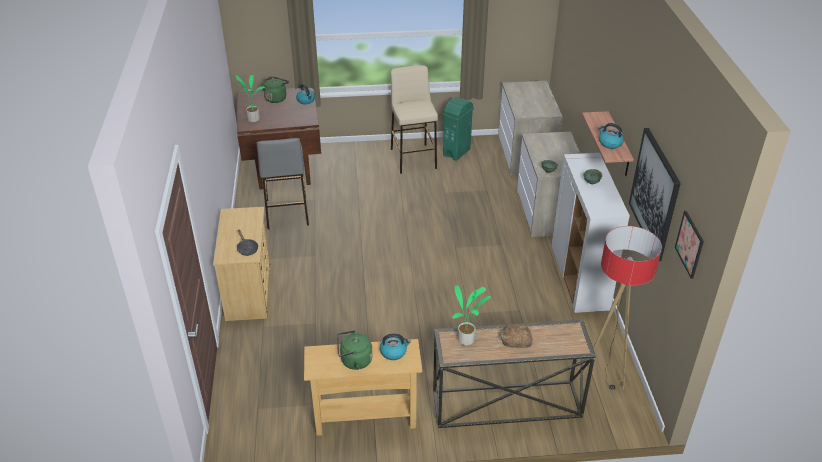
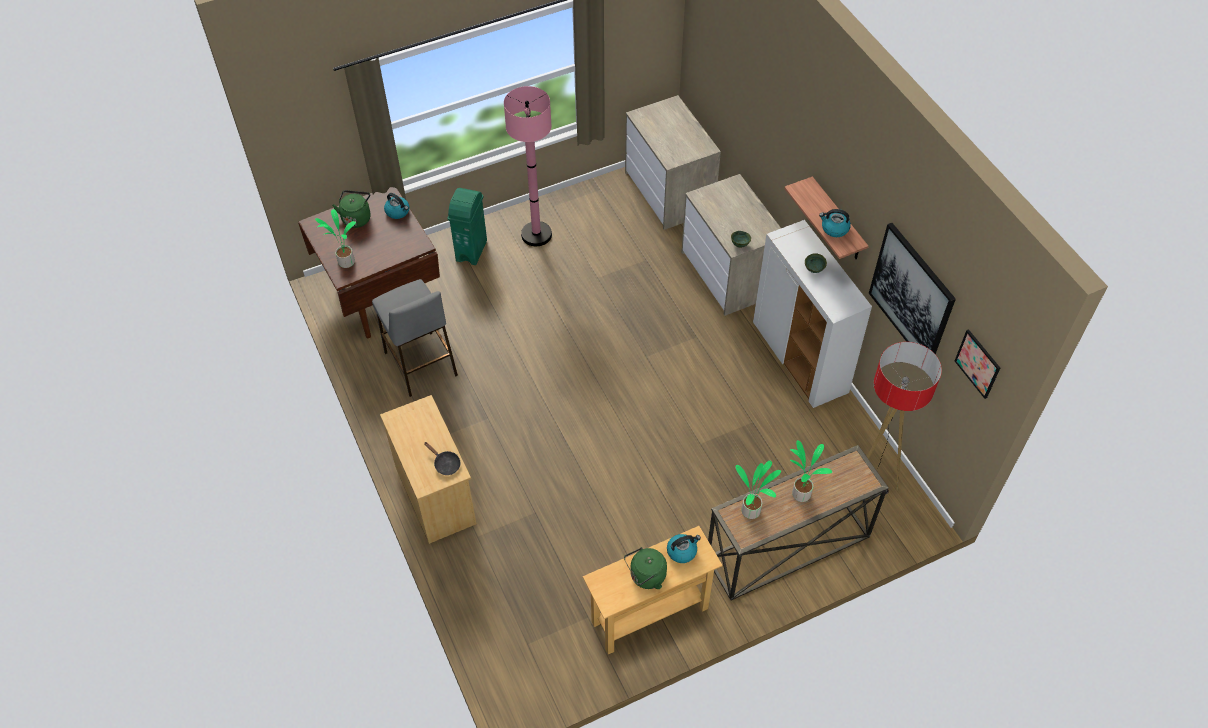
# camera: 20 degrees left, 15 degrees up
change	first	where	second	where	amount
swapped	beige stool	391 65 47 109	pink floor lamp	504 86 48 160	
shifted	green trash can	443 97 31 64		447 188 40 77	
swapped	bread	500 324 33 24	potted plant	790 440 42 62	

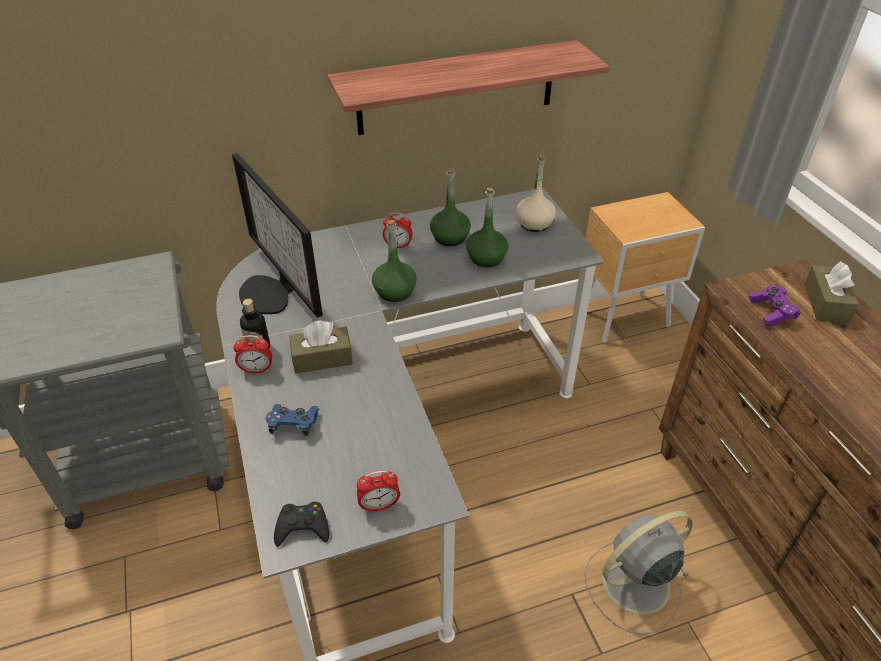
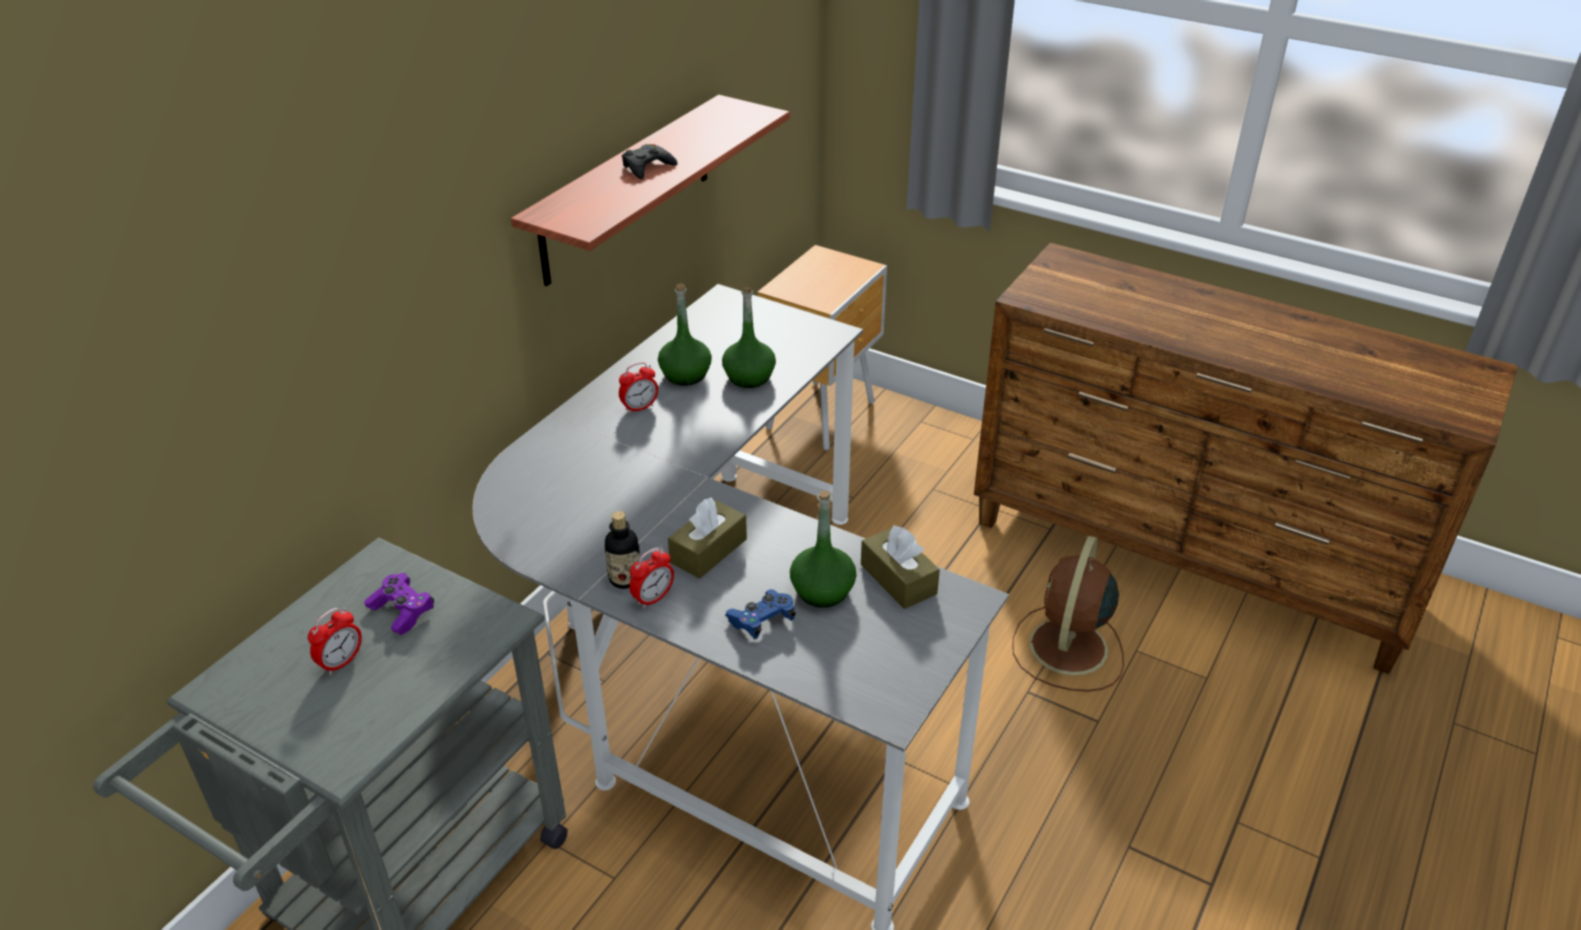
# camera: 40 degrees left, 5 degrees down
change	first	where	second	where	amount
gone	monitor	232 153 91 165			
shifted	black game controller	274 502 55 45		622 144 55 35	
shifted	alarm clock	356 471 44 42		308 608 54 67	
shifted	green bottle	372 220 45 82		790 490 67 118	
gone	beige bottle	516 155 40 77			
repainted	grey fan	584 511 109 124	brown fan	1012 536 112 156	
shifted	purple game controller	748 285 53 41		364 573 70 62	
shifted	brown tissue box	804 261 55 63		861 525 79 84	

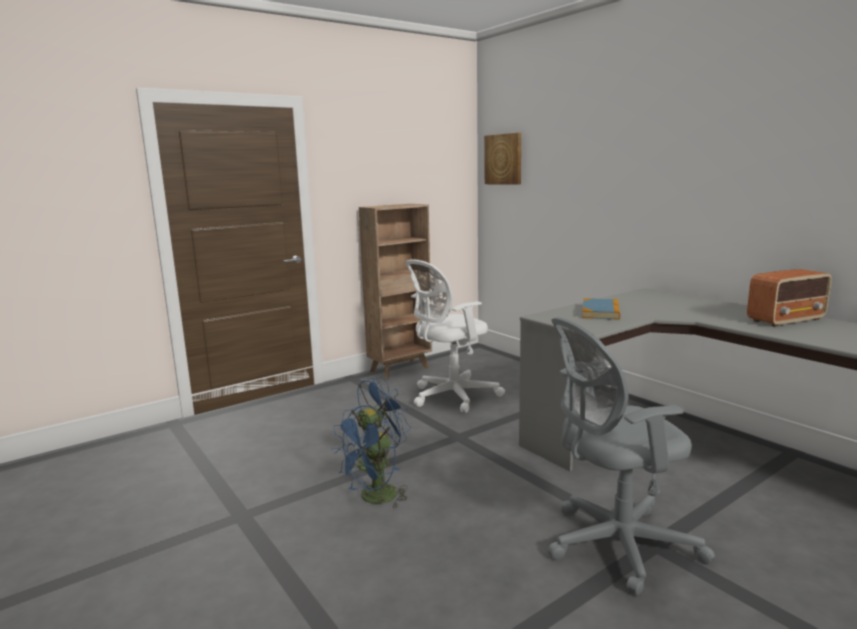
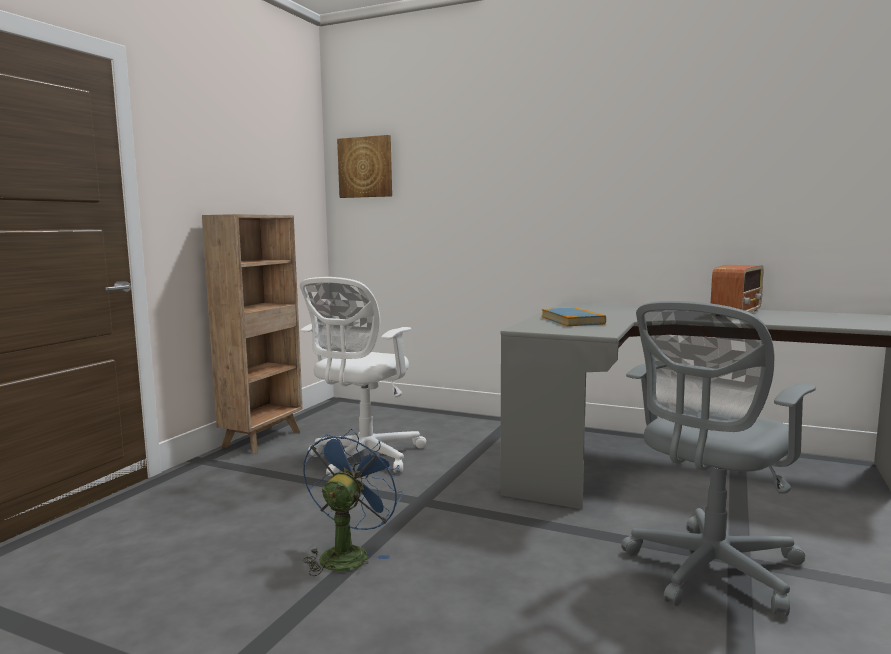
# camera: 30 degrees left, 5 degrees down
change	first	where	second	where	amount
gone	blue fan	332 405 76 104			

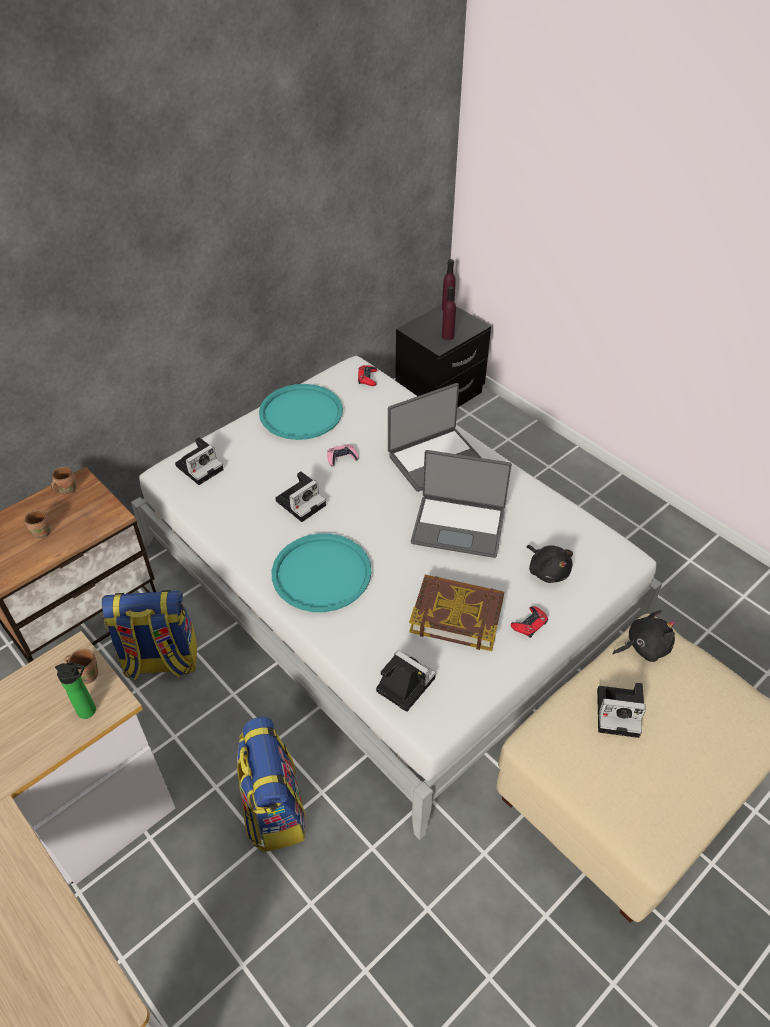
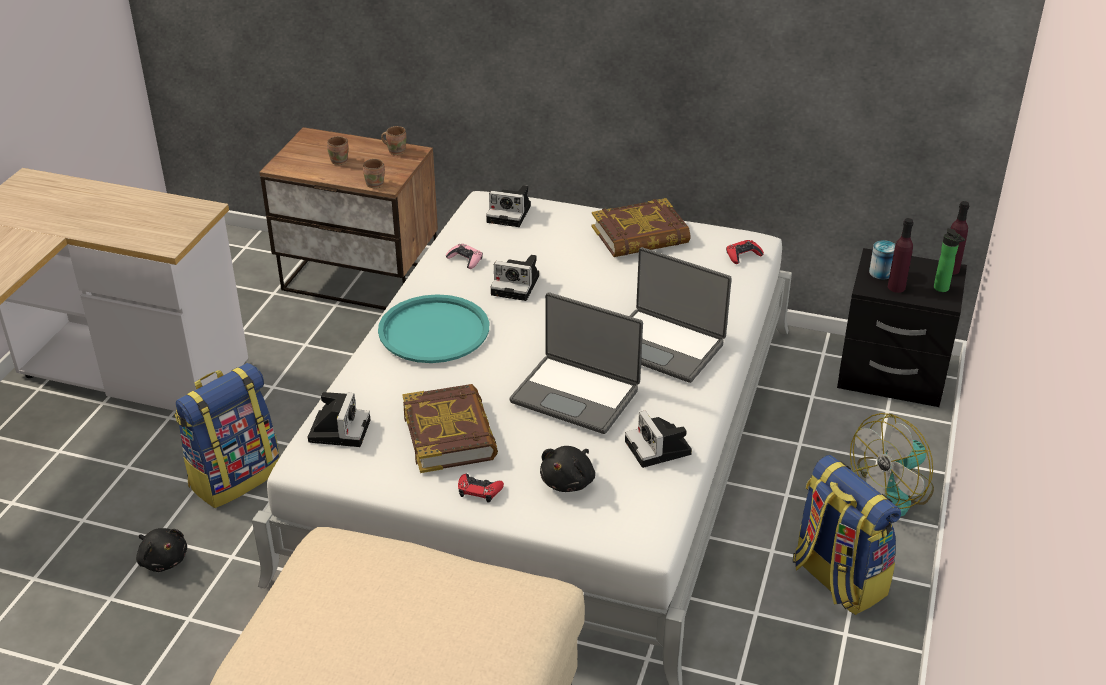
# camera: 60 degrees right, 10 degrees down
change	first	where	second	where	amount
shifted	bottle	55 663 41 56		934 228 31 64	
shifted	brown mug	65 649 33 35		363 159 22 29	
shifted	backpack	102 590 95 91		793 455 108 160	
swapped	turquoise tray	259 384 84 56	book	592 198 99 59	
shifted	pink game controller	327 444 32 23		446 244 37 25	
rotated	laptop	411 450 101 108		510 292 133 142	45 degrees counterclockwise
shifted	photo camera	597 683 49 55		625 411 67 57	
shifted	black plush toy	612 610 64 52		136 528 51 44	
new			fan	850 413 84 103	
new			can	869 240 27 40	

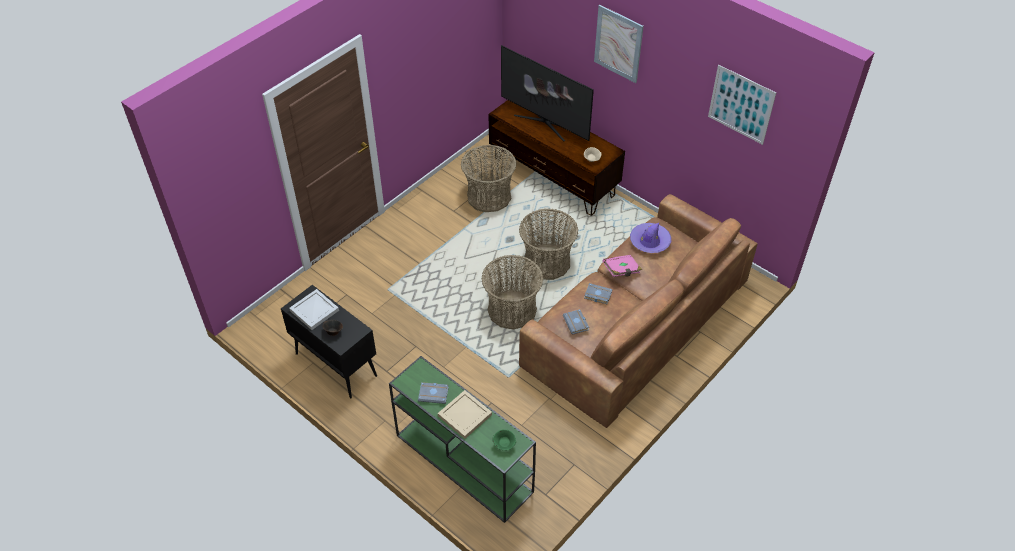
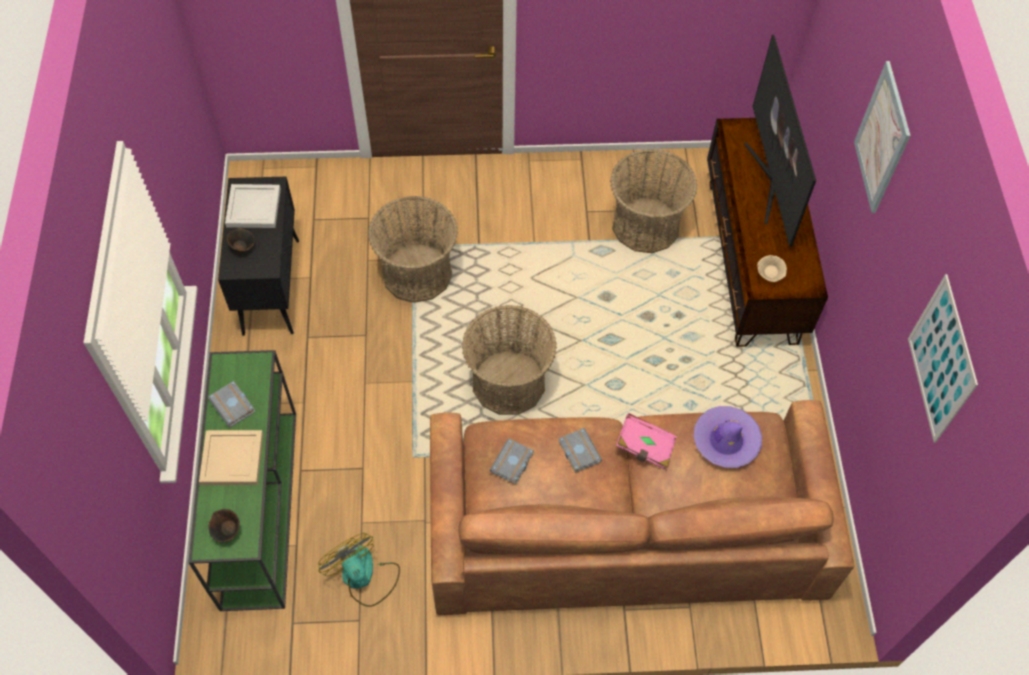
# camera: 45 degrees right, 10 degrees up
change	first	where	second	where	amount
repainted	green bowl	492 429 24 22	brown bowl	209 509 31 34	
shifted	basket	519 208 59 72		368 196 90 107	
new			fan	318 533 82 74	

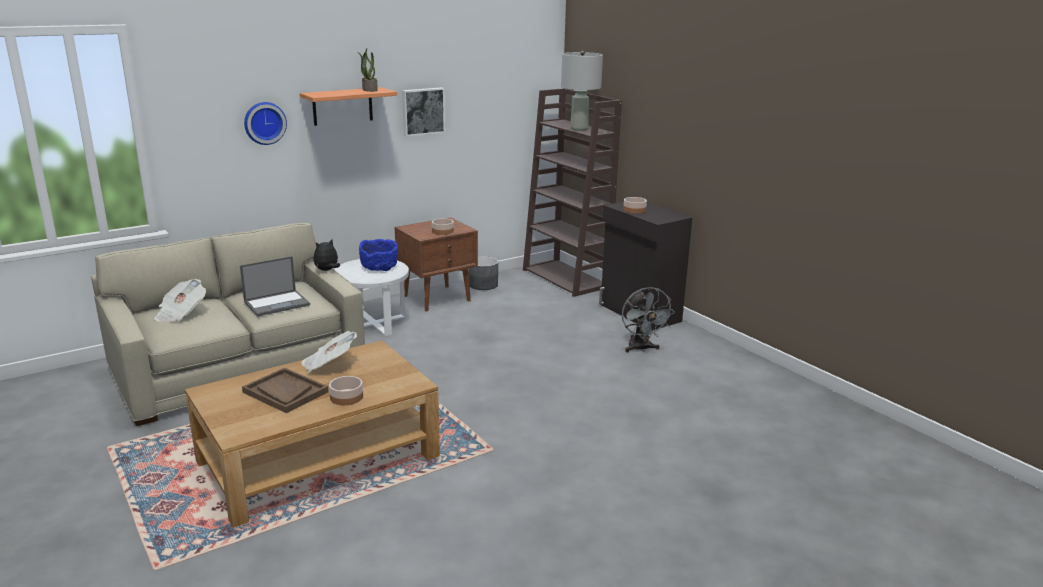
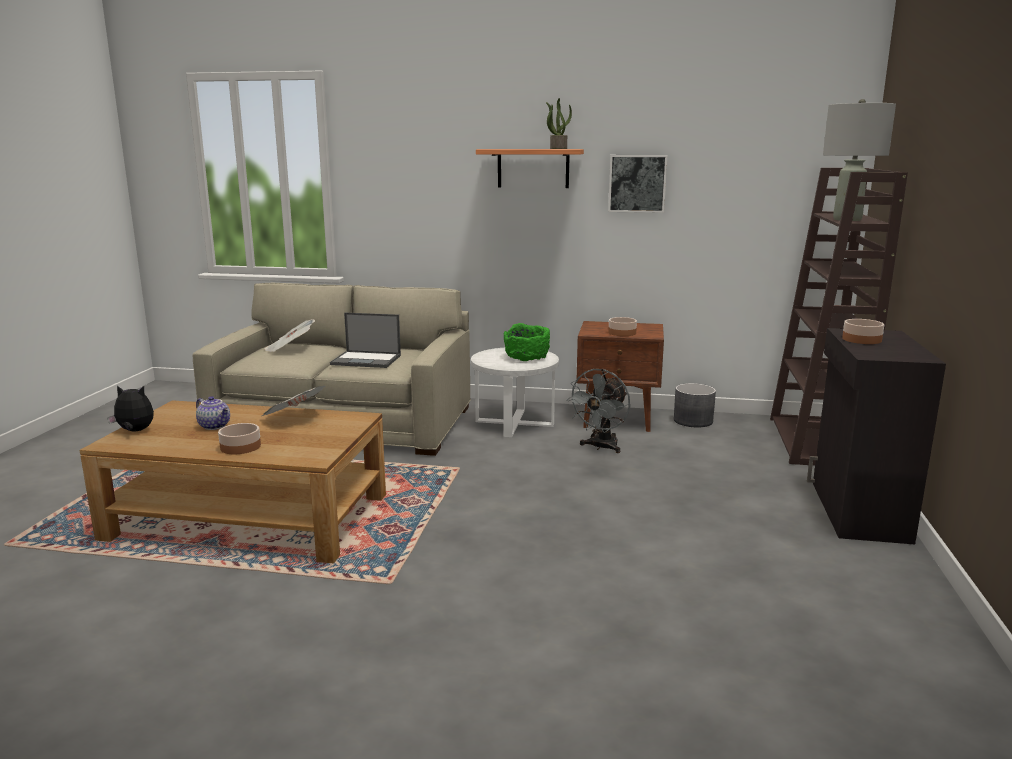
# camera: 45 degrees right, 5 degrees down
change	first	where	second	where	amount
swapped	brown tray	242 368 87 45	teapot	196 396 34 34	
gone	wall clock	244 102 43 43			
shifted	plush toy	313 239 27 32		107 386 47 45	
repainted	blue bowl	359 239 39 32	green bowl	504 323 46 38	
shifted	grey fan	622 287 53 65		566 369 64 84	

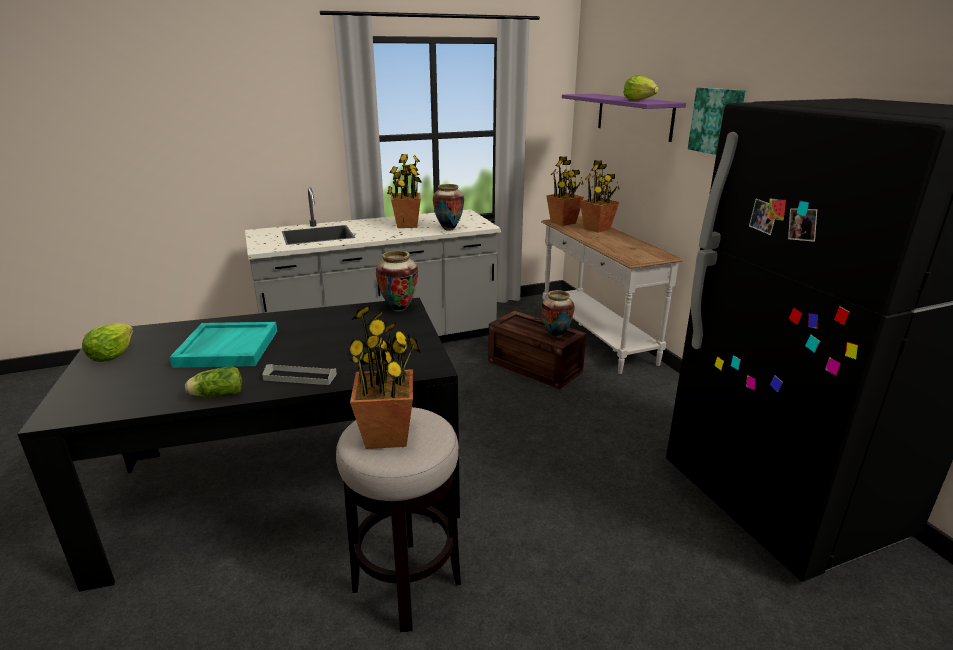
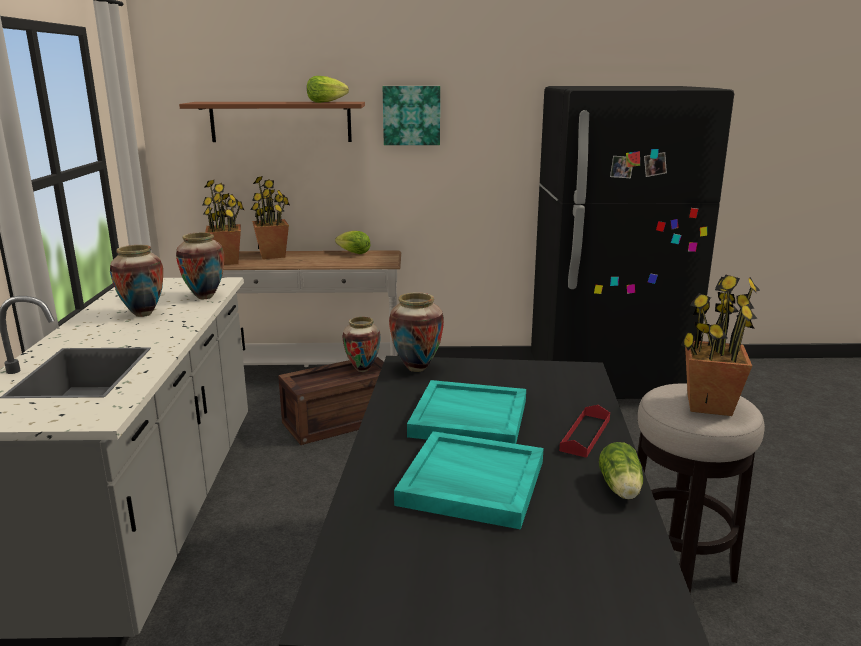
# camera: 70 degrees left, 5 degrees down
change	first	where	second	where	amount
shifted	lettuce	82 323 51 39		335 231 35 23	
repainted	grey tray	262 364 75 21	red tray	559 405 51 53	
swapped	potted plant	387 154 35 74	vase	110 245 53 72	
repainted	purple shelf	562 94 124 48	brown shelf	179 102 186 40	
new			turquoise tray	407 380 119 64	

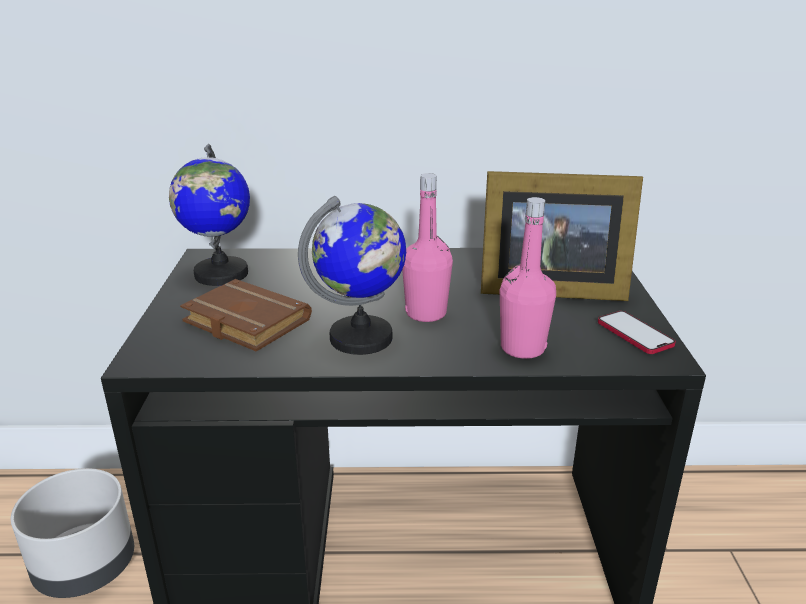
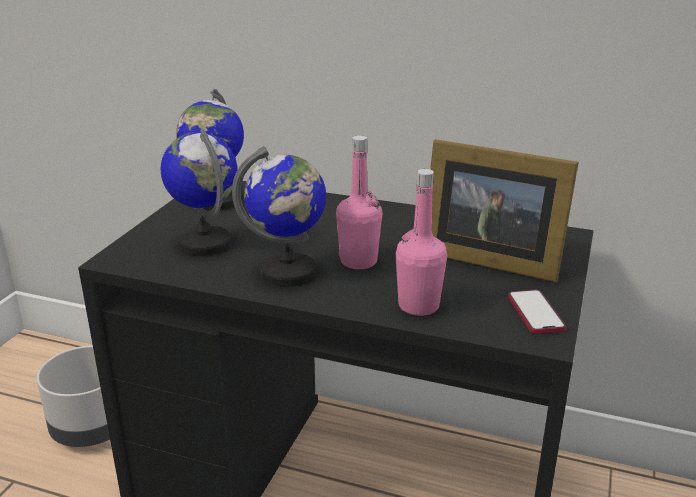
# camera: 20 degrees right, 0 degrees up
change	first	where	second	where	amount
swapped	brown book	180 279 132 73	globe	160 129 78 127	

